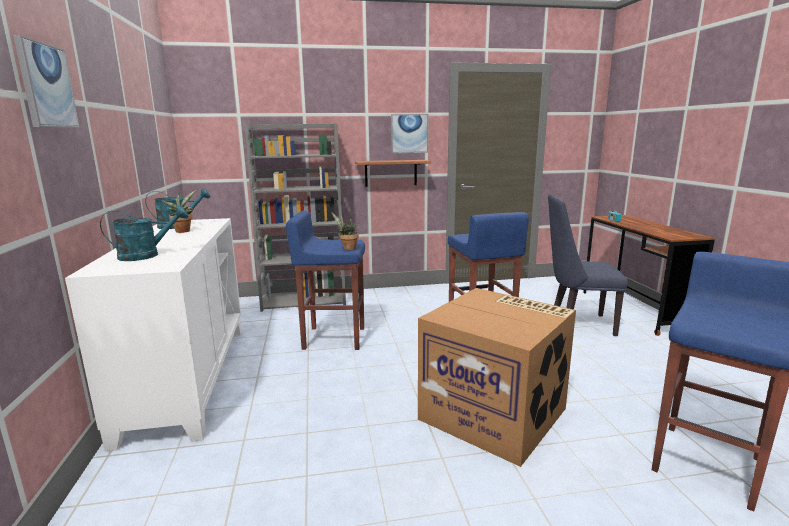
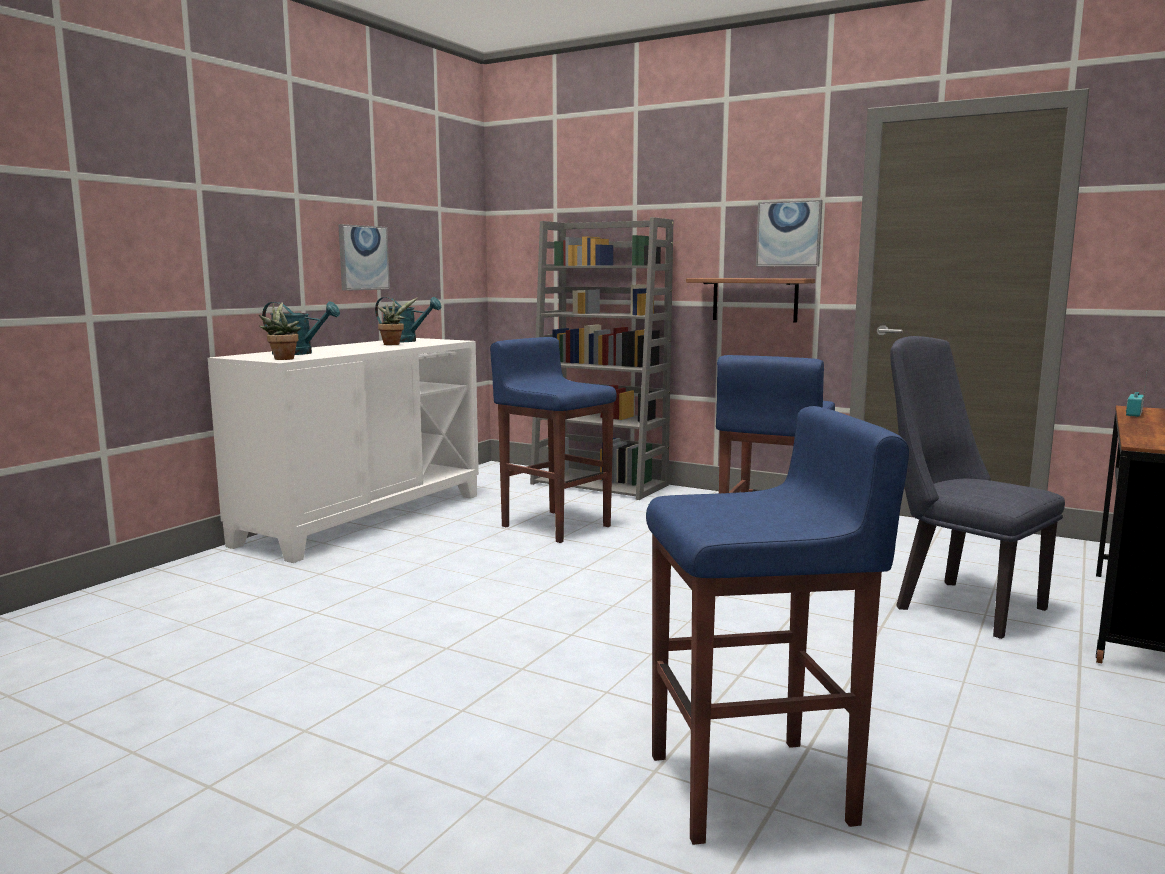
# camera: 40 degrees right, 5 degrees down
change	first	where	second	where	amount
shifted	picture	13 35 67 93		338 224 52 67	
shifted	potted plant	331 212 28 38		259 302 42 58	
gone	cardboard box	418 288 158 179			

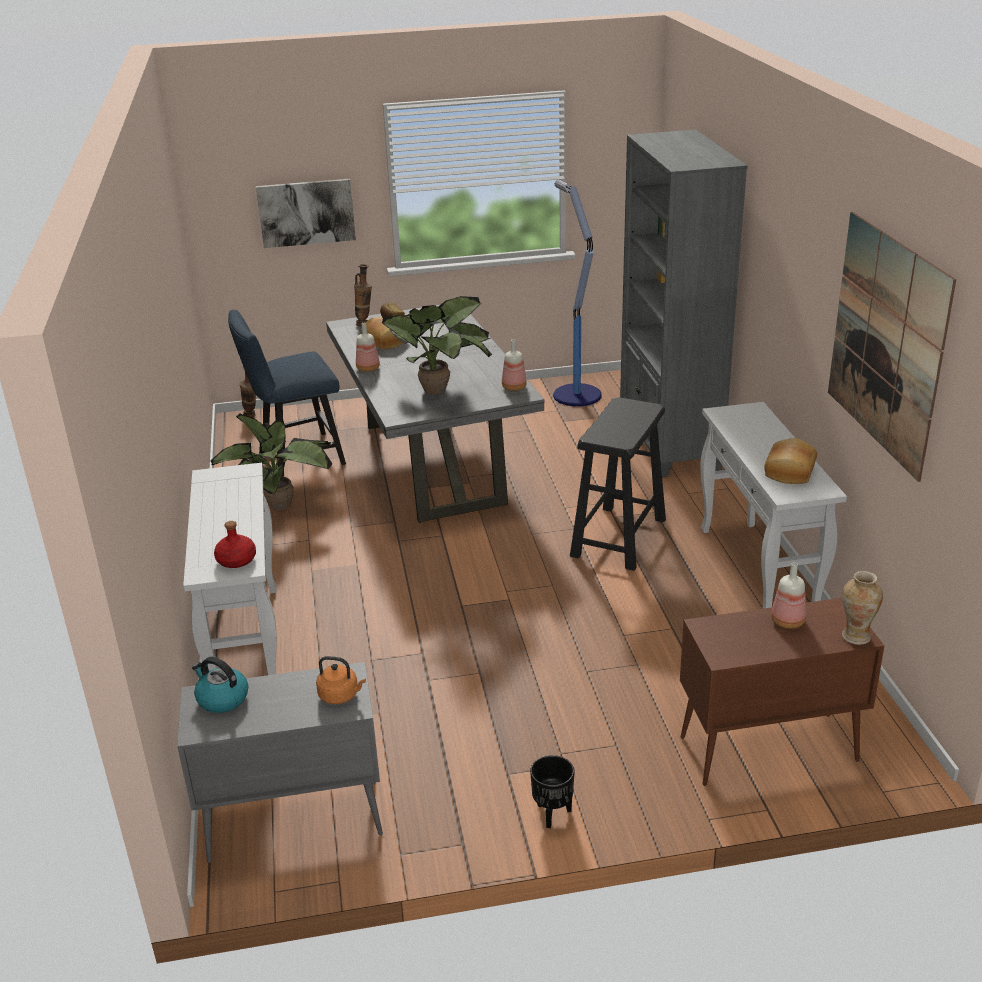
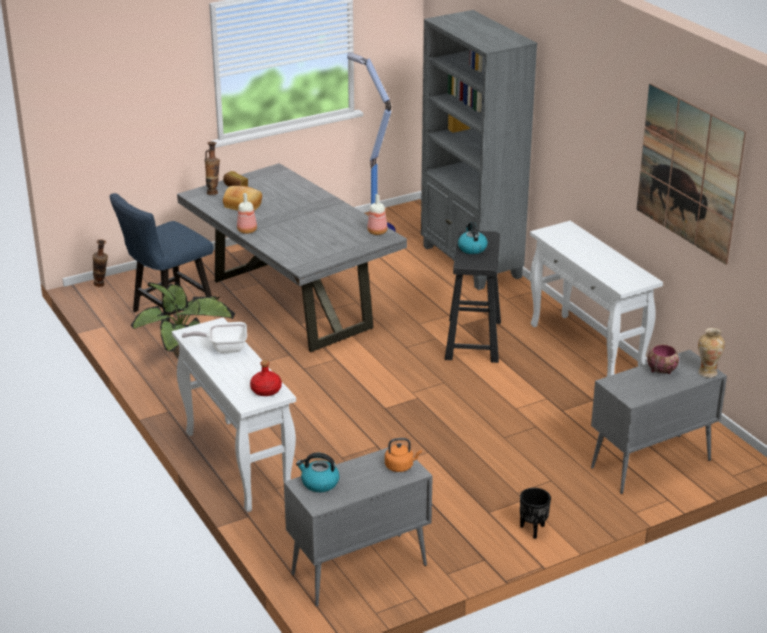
# camera: 20 degrees left, 0 degrees up
change	first	where	second	where	amount
gone	picture	256 179 100 69			
gone	potted plant	382 296 110 98			
repainted	brown cabinet	680 598 204 188	grey cabinet	591 350 136 144	
gone	bread	764 438 53 46			
swapped	bottle	771 562 35 67	bowl	647 344 32 30	
new			frying pan	182 322 65 31	
new			kettle	458 222 30 32	

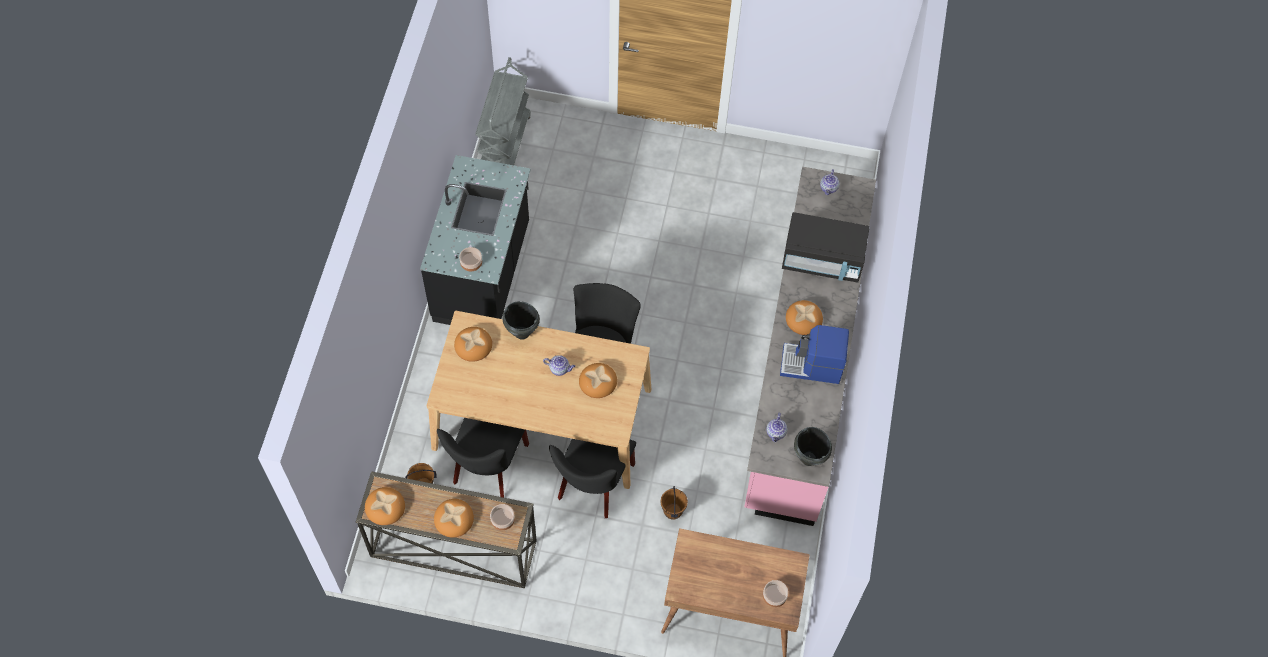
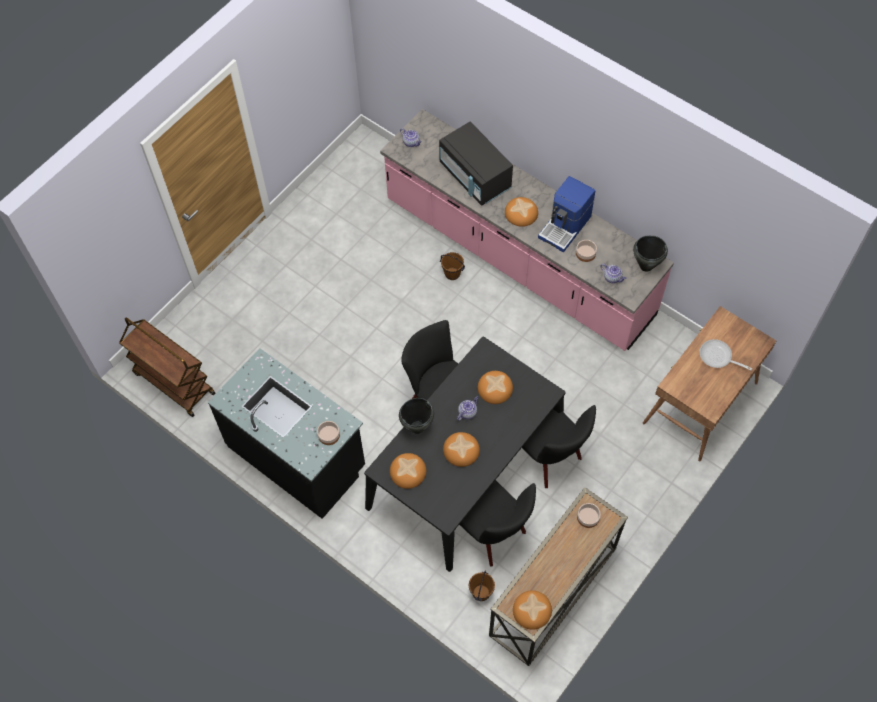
# camera: 60 degrees left, 0 degrees up
change	first	where	second	where	amount
repainted	beige dining table	427 311 224 178	black dining table	364 336 202 236	
shifted	bread	434 499 40 39		443 432 37 35	
repainted	grey cart	475 57 56 108	brown cart	119 317 97 100	
shifted	brown bucket	661 486 27 34		440 252 25 28	
shifted	bowl	763 580 25 27		576 240 21 22	
rotated	black microwave	782 212 88 71		439 122 74 84	105 degrees clockwise
new			frying pan	700 339 52 31	

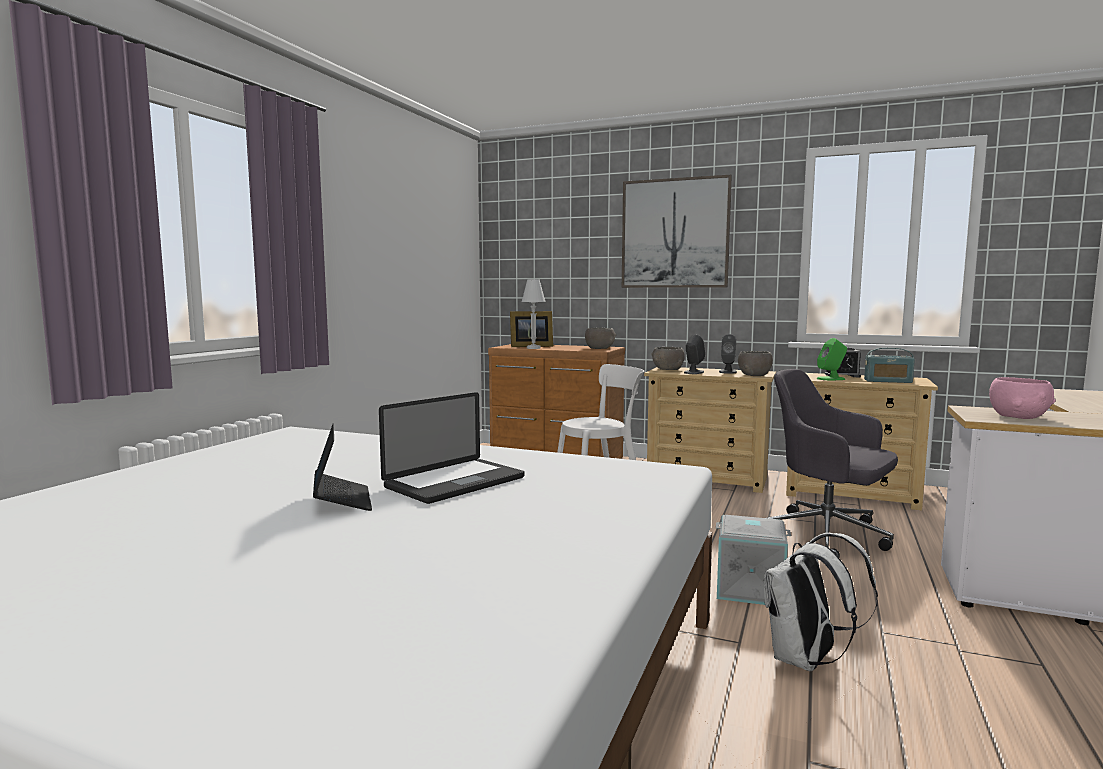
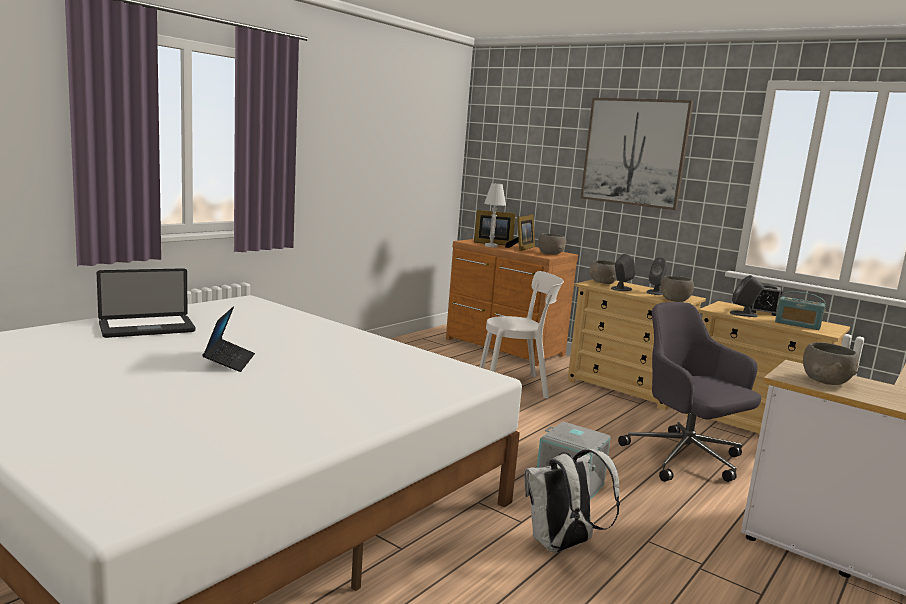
# camera: 15 degrees right, 5 degrees up
change	first	where	second	where	amount
shifted	laptop	379 392 146 112		97 268 99 70	
repainted	green speaker	817 338 30 42	grey speaker	729 275 35 42	
repainted	pink bowl	989 377 67 42	grey bowl	803 342 55 43	
new			picture frame	505 214 30 37	

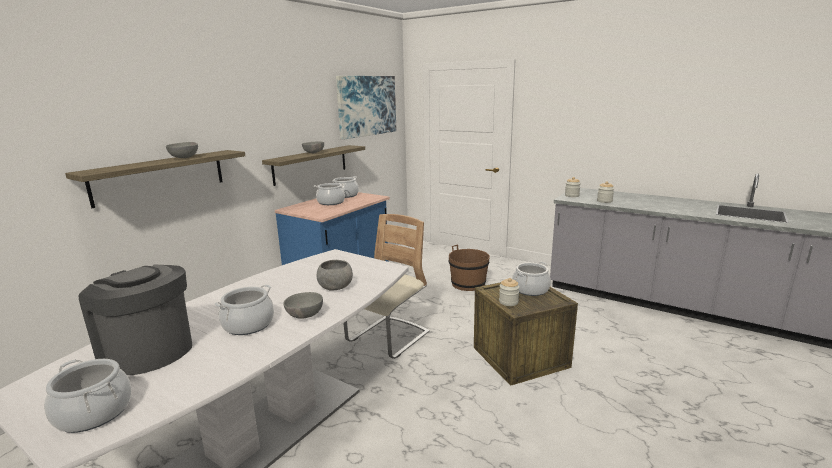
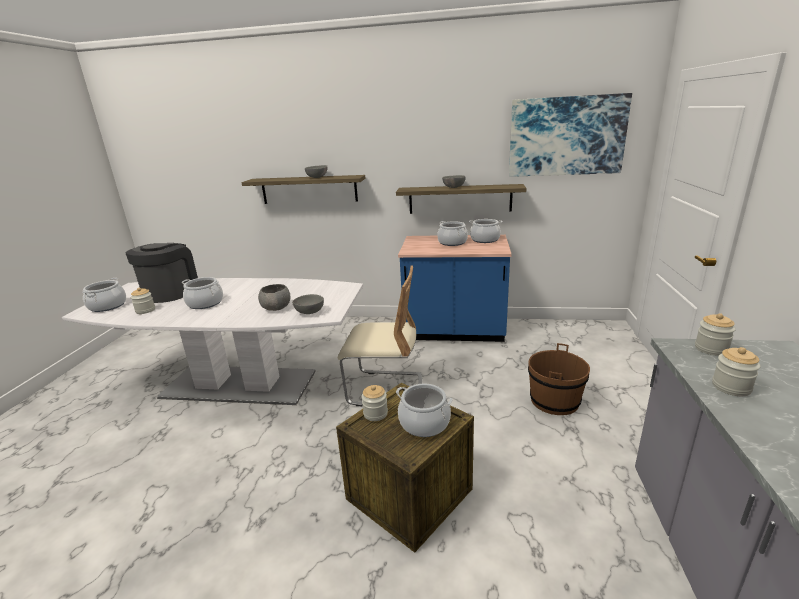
# camera: 65 degrees right, 5 degrees up
change	first	where	second	where	amount
shifted	grey bowl	283 292 40 26		292 294 32 20	
new			jar	131 287 24 27	

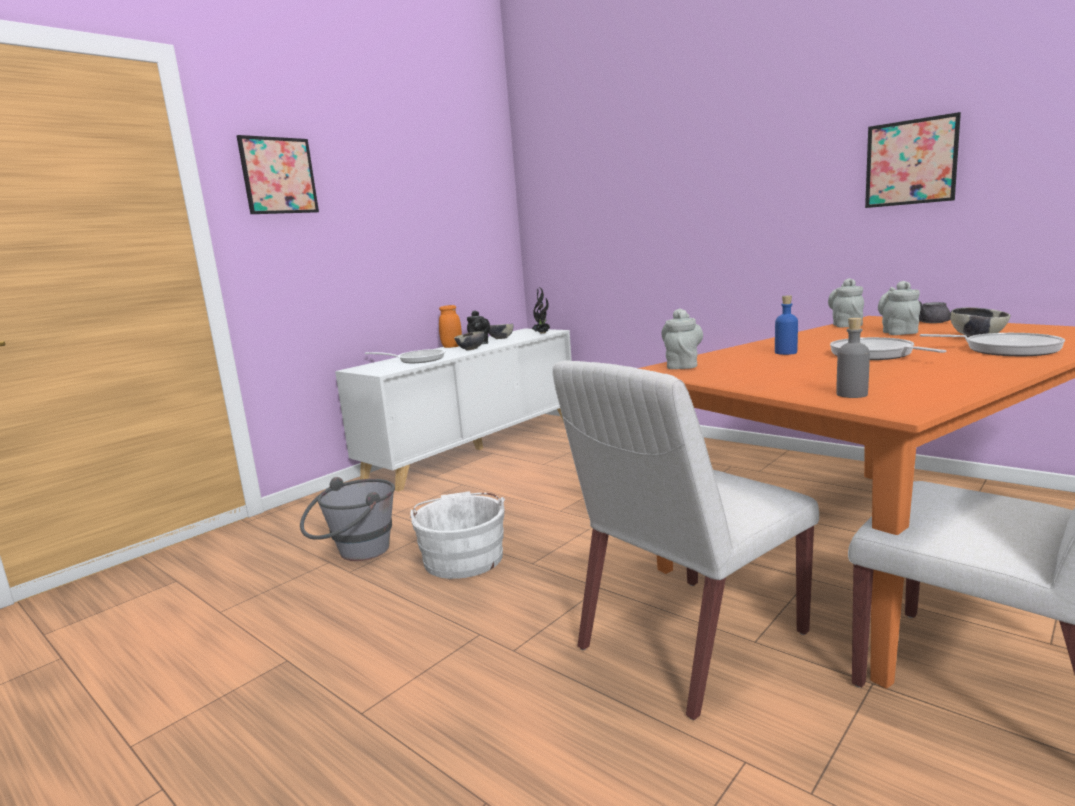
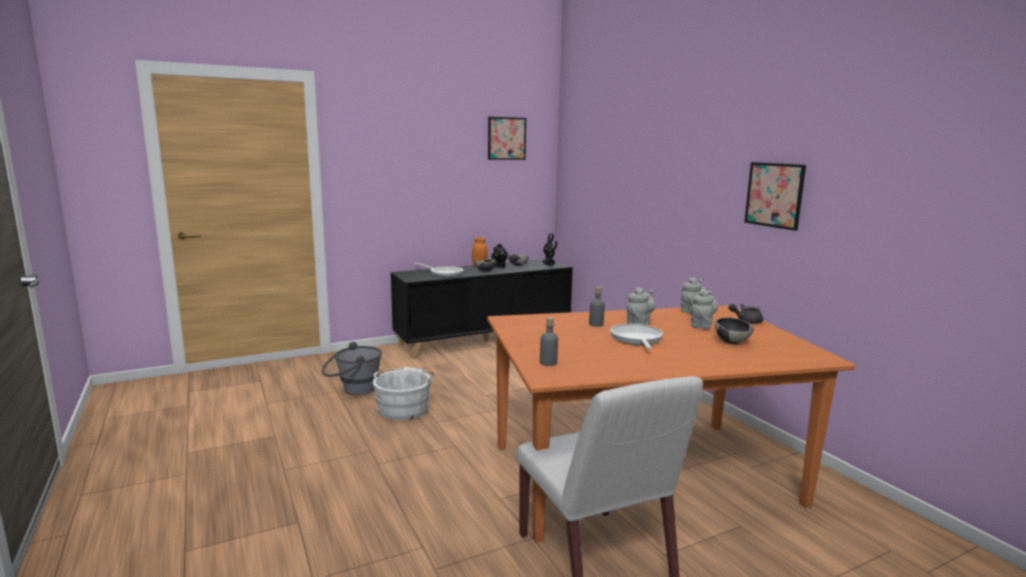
# camera: 20 degrees right, 0 degrees up
change	first	where	second	where	amount
shifted	picture	237 135 82 79		488 117 38 43	
repainted	white cabinet	335 328 237 164	black cabinet	391 259 182 99	
gone	white chair	552 360 267 360			
shifted	grey teapot	661 308 42 61		626 287 29 38	
repainted	blue bottle	775 296 23 59	grey bottle	589 287 16 40	
gone	frying pan	920 333 145 23			

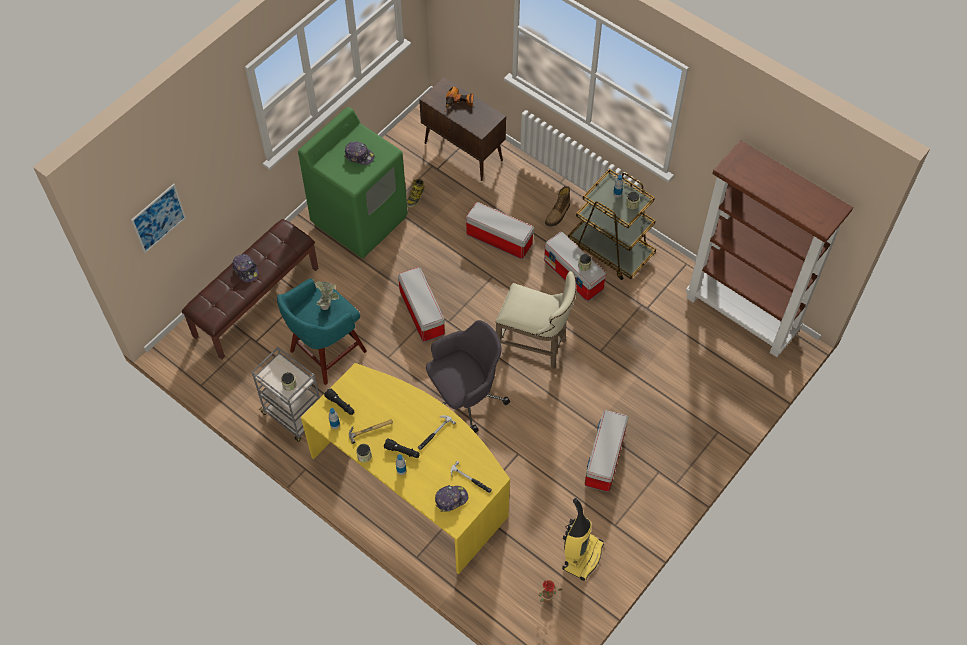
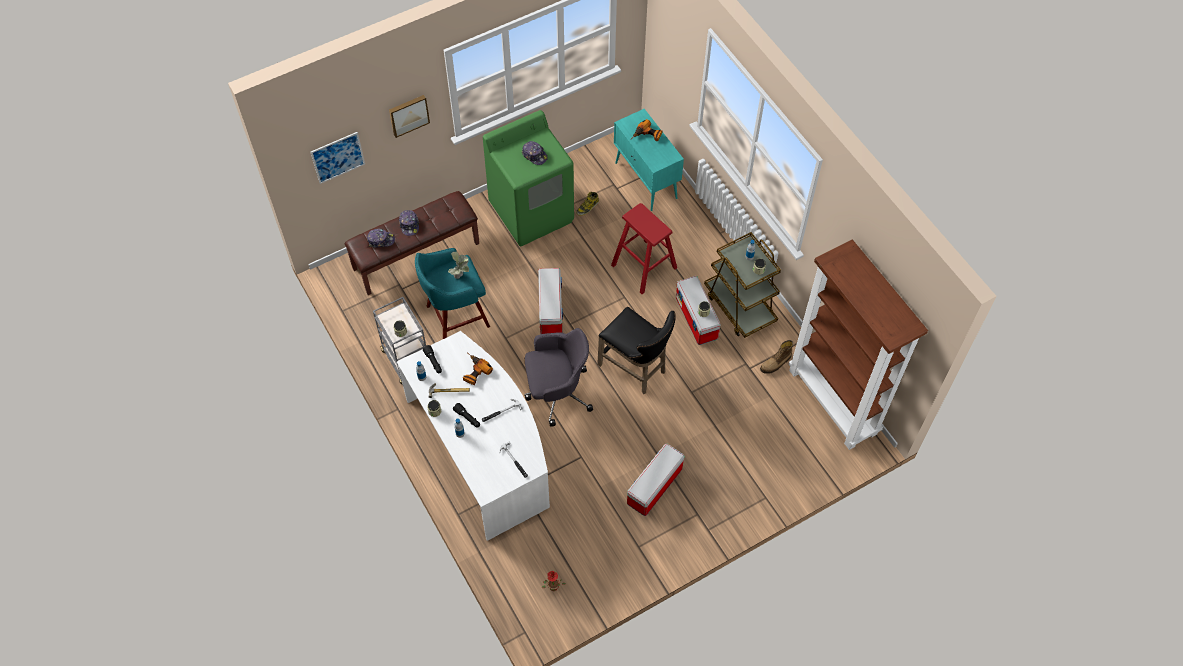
# camera: 20 degrees right, 0 degrees up
change	first	where	second	where	amount
repainted	yellow desk	301 363 209 211	white desk	397 331 153 210	
repainted	brown cabinet	419 77 87 104	turquoise cabinet	614 109 70 102	
shifted	cap	435 485 33 27		367 229 28 19	
swapped	storage box	466 202 68 57	red stool	611 203 66 91	
repainted	beige stool	496 271 81 98	black stool	597 307 79 87	
shifted	boot	545 186 25 41		760 340 33 34	
gone	vacuum cleaner	562 498 42 83			
new			picture	389 95 41 43	
new			power drill	463 352 30 33	

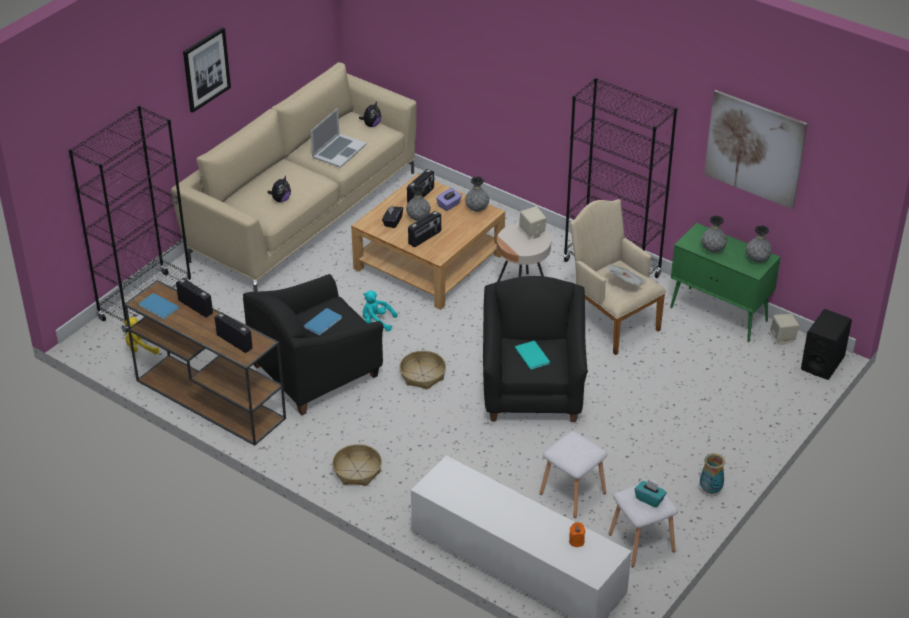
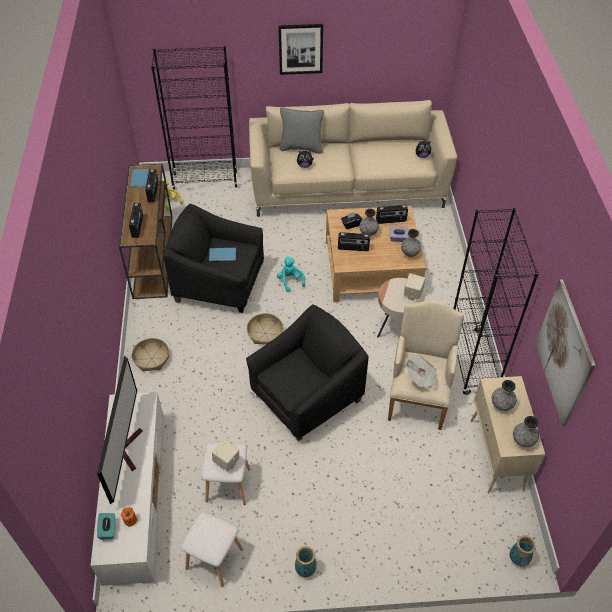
# camera: 50 degrees right, 10 degrees up
change	first	where	second	where	amount
gone	laptop	310 108 57 60			
gone	turquoise book	515 341 35 28			
shifted	turquoise tissue box	634 480 33 28		97 513 18 27	
repainted	green cabinet	670 223 110 119	beige cabinet	470 376 75 117	
shifted	beige speaker	770 314 29 31		212 439 27 32	
swapped	black speaker	801 309 51 71	vase	509 535 27 31	
new			television	97 356 46 148	
new			grey pillow	279 107 45 47	

